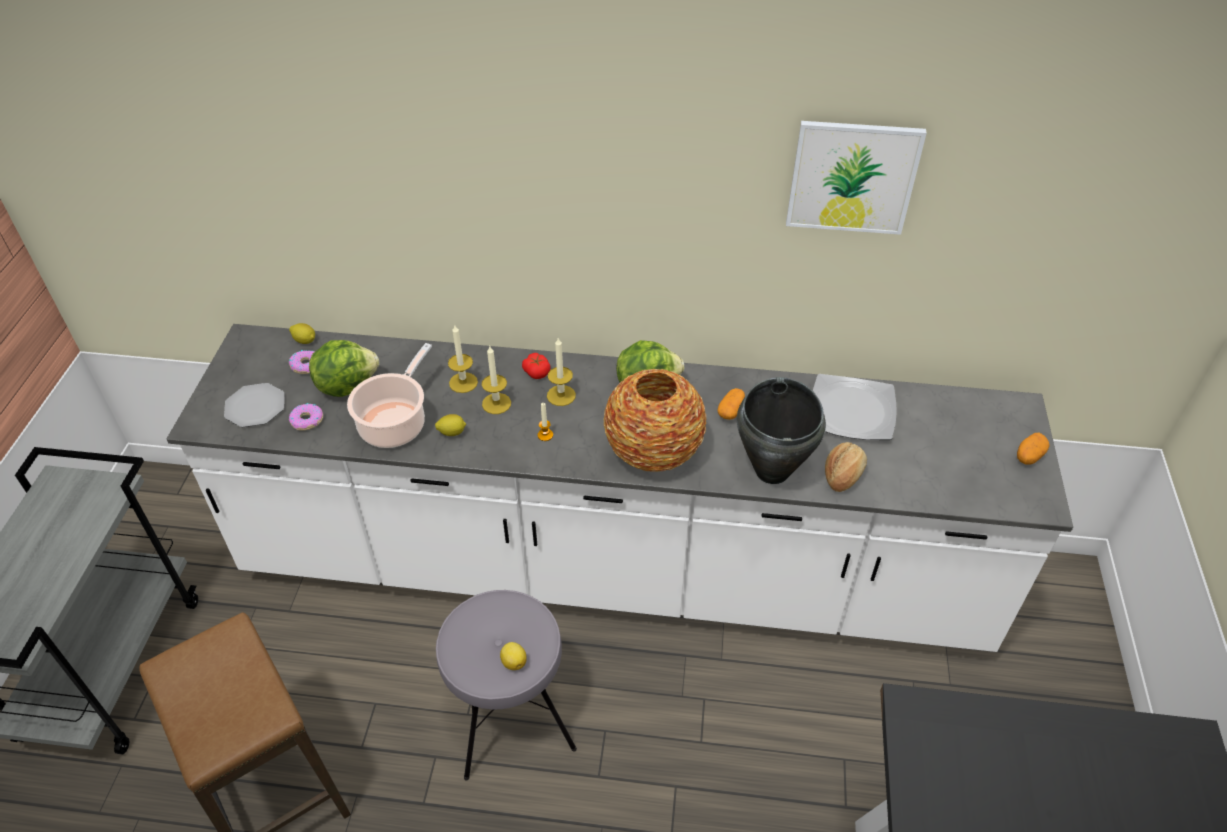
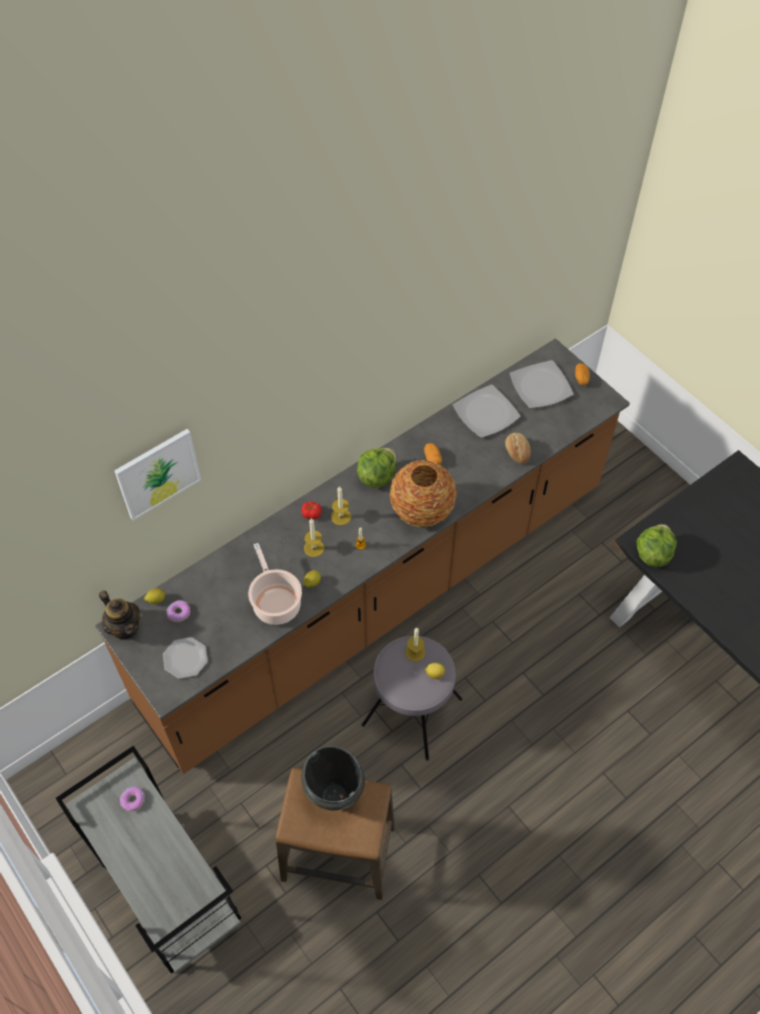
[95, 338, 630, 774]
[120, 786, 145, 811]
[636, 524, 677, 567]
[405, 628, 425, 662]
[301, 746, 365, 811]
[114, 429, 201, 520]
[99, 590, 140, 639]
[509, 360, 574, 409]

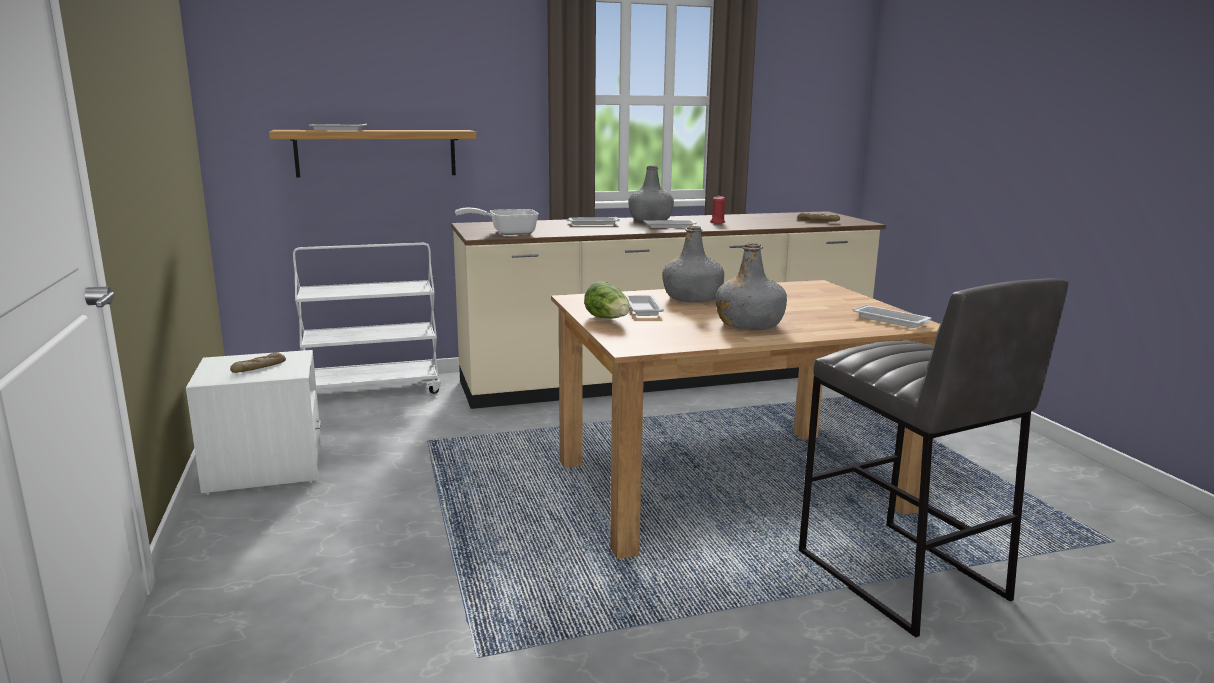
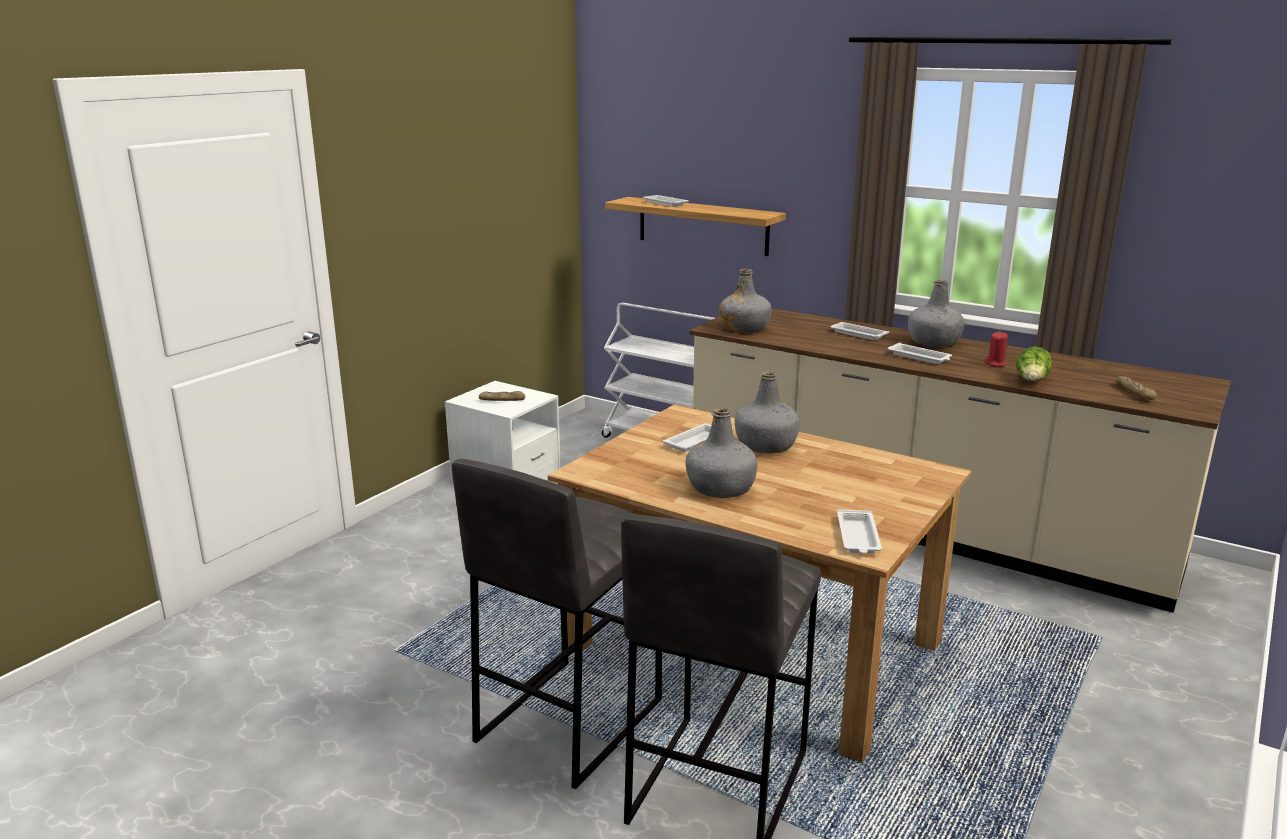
[719, 269, 772, 333]
[1016, 346, 1052, 381]
[452, 459, 662, 789]

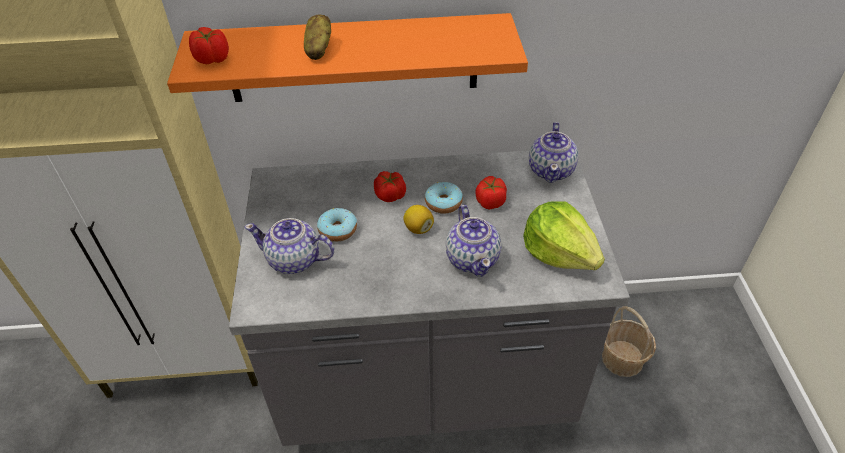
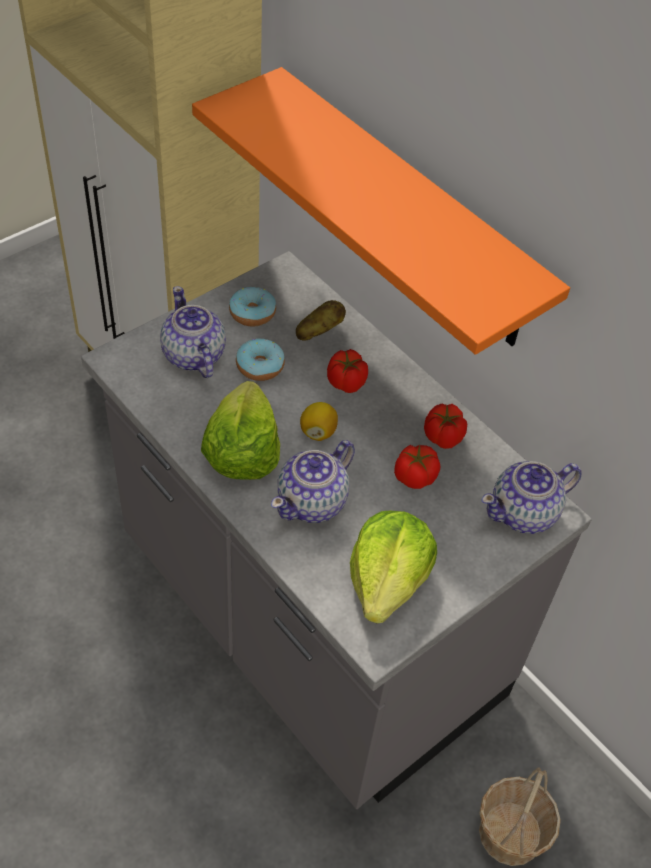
[424, 403, 467, 449]
[296, 300, 346, 340]
[229, 287, 276, 326]
[201, 381, 280, 480]

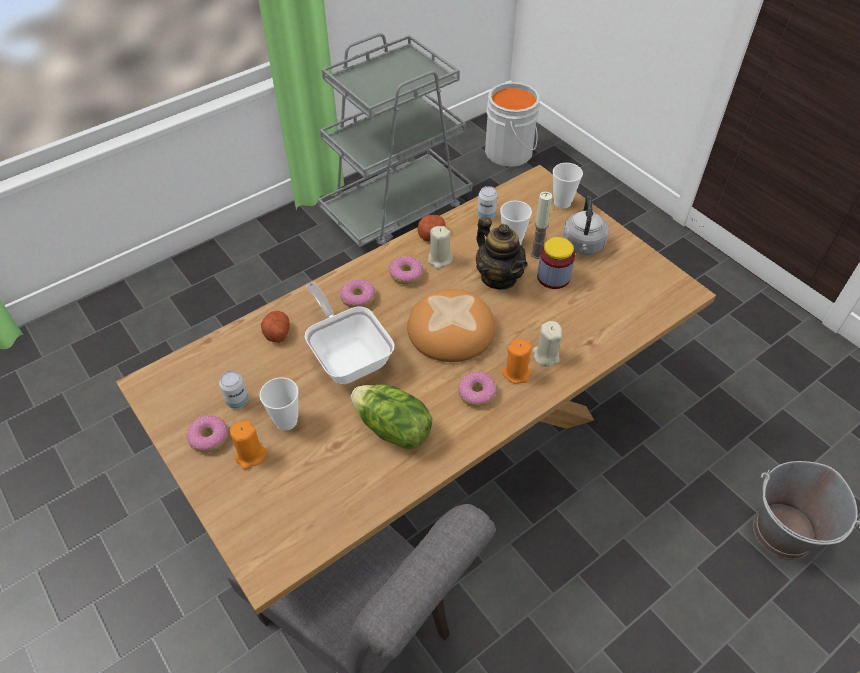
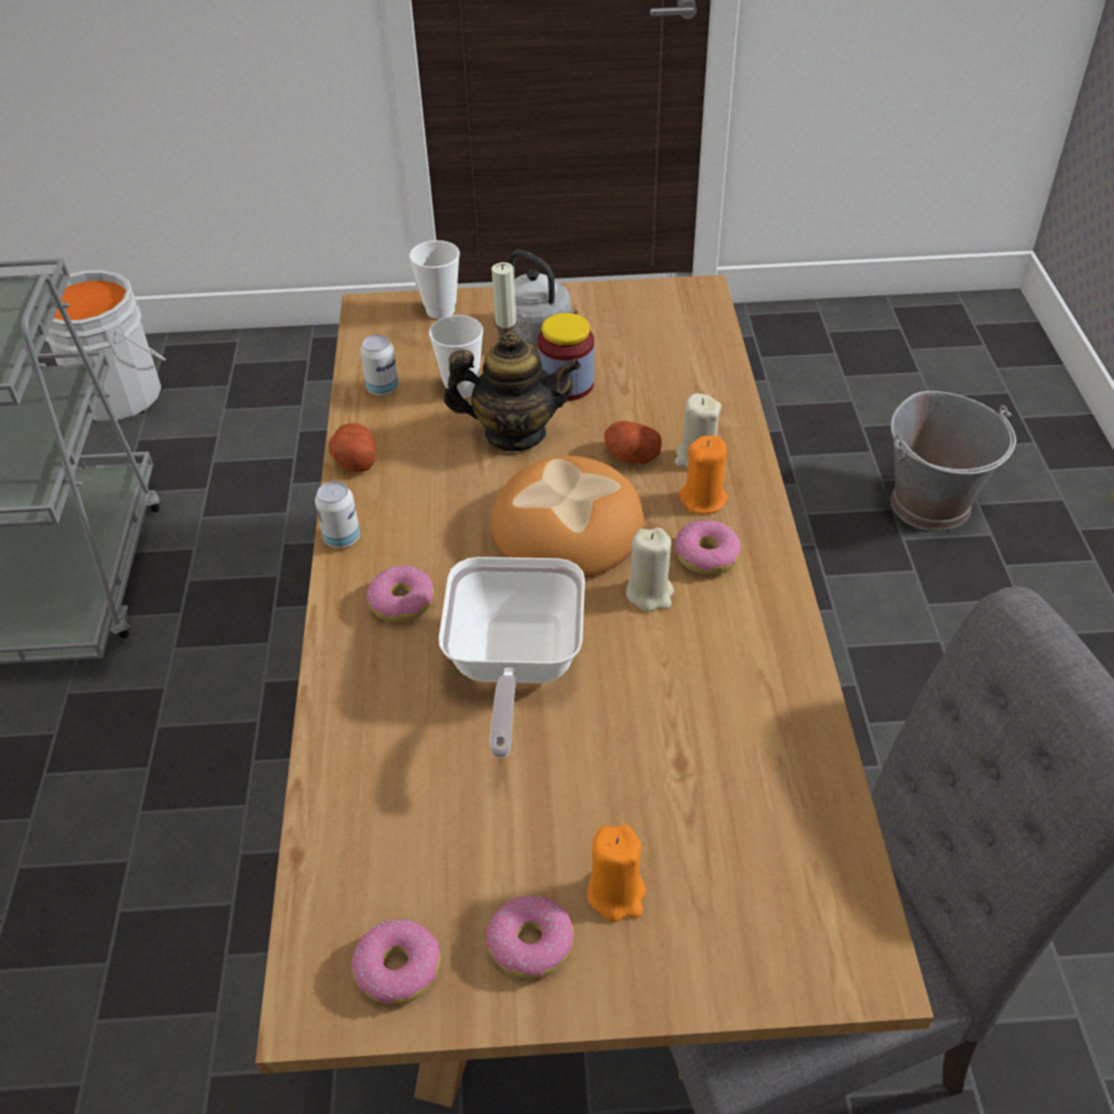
[315, 481, 360, 548]
[259, 377, 299, 431] (first image)
[604, 421, 662, 464]
[439, 557, 585, 758]
[351, 384, 432, 449] (first image)
[351, 919, 441, 1005]
[626, 528, 674, 612]

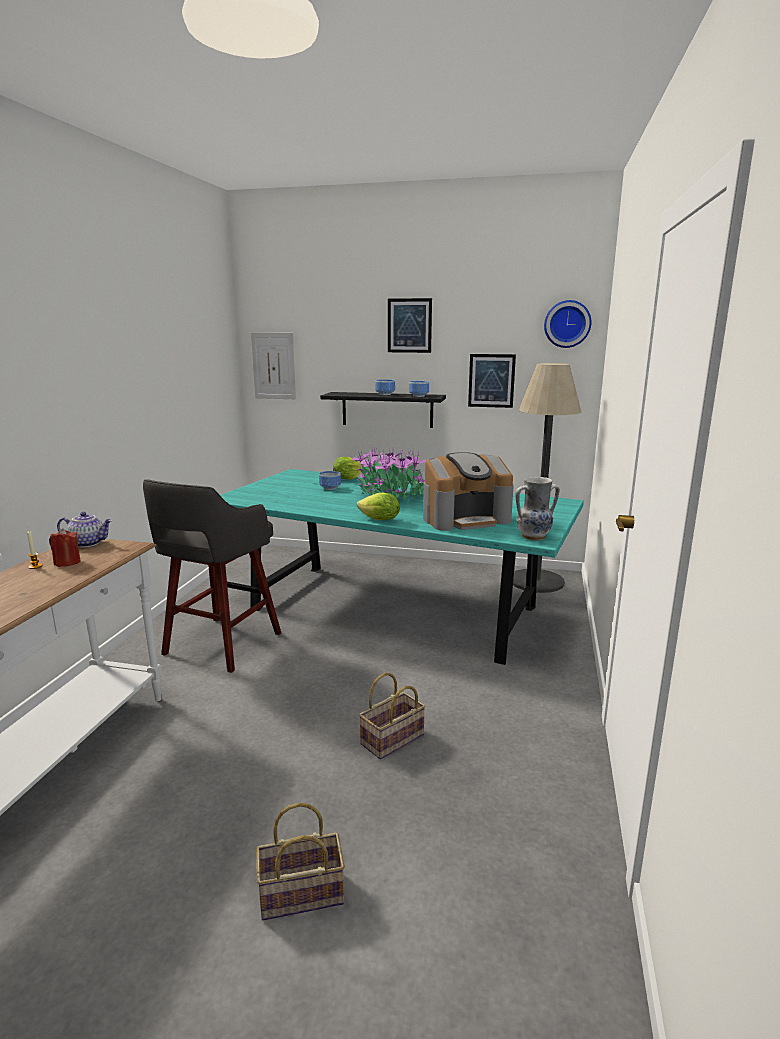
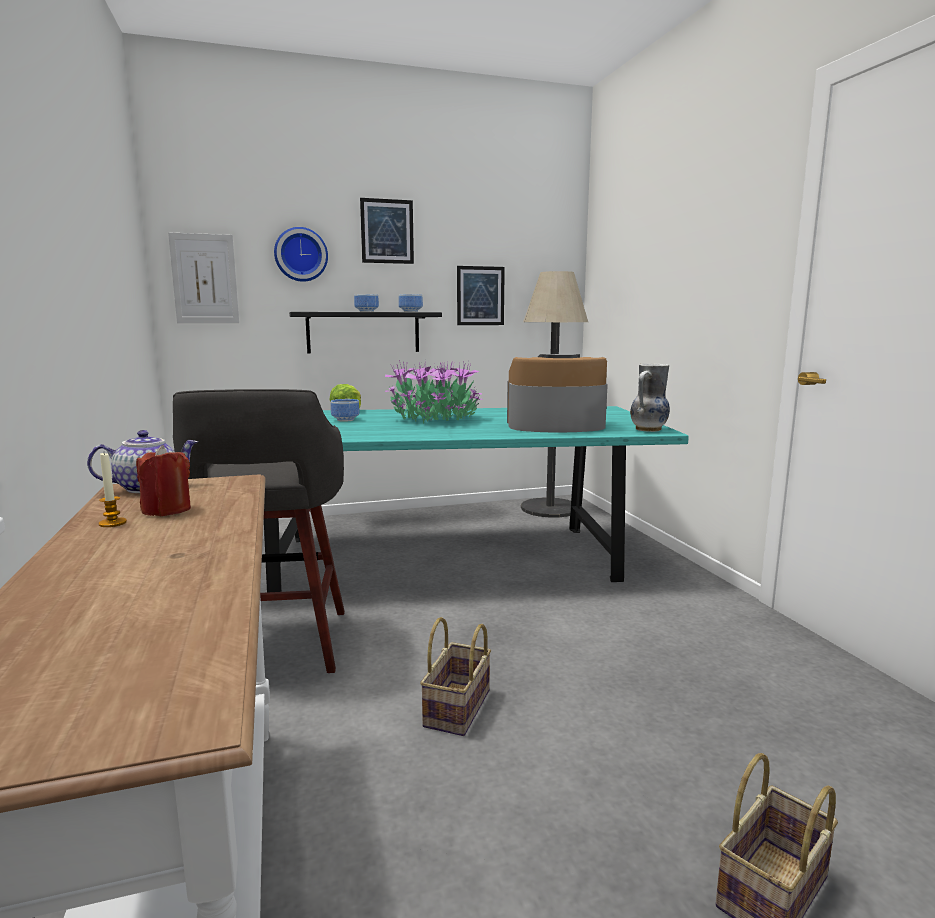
[357, 492, 400, 520] (first image)
[420, 617, 491, 736]
[507, 354, 608, 432]
[274, 227, 328, 282]

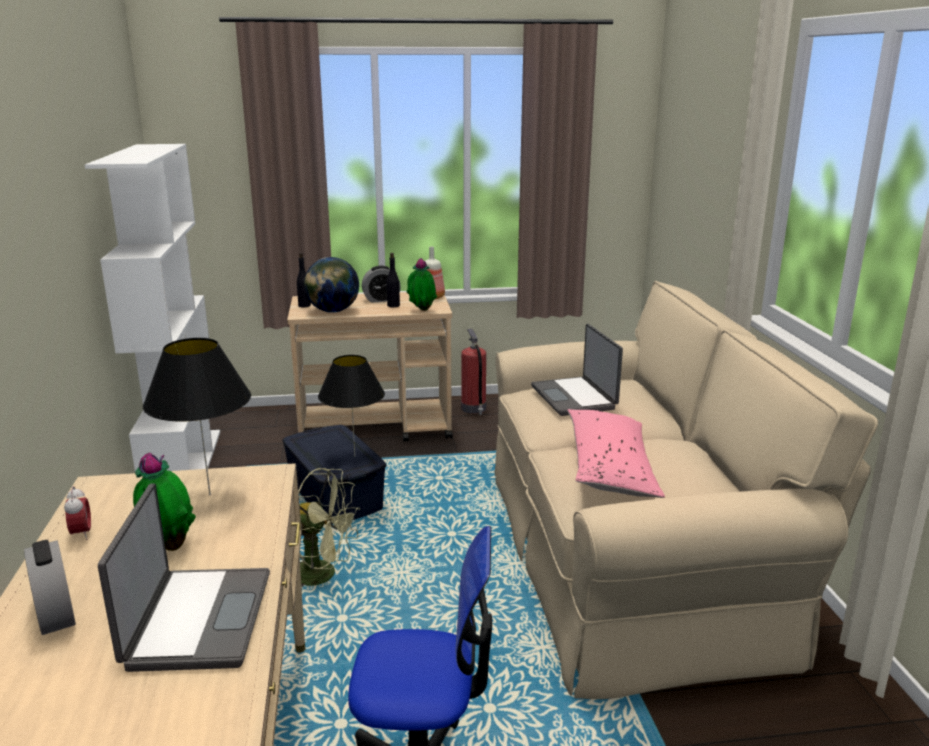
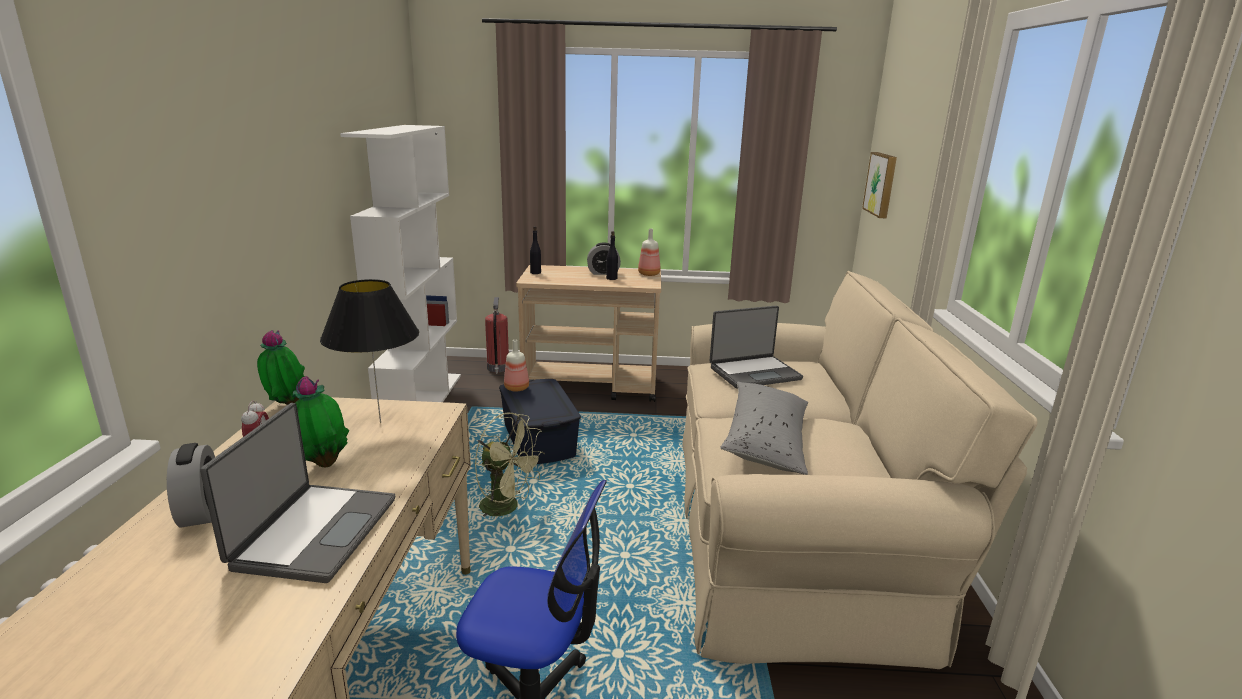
[304, 257, 359, 313] (first image)
[318, 355, 385, 457] (first image)
[257, 330, 305, 405]
[485, 297, 509, 374]
[710, 306, 803, 389]
[720, 382, 808, 475]
[504, 340, 529, 392]
[862, 152, 897, 218]

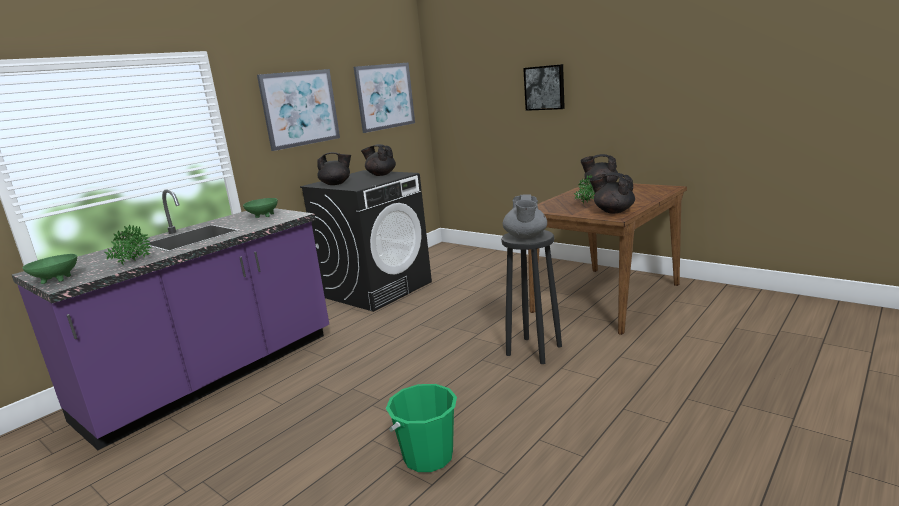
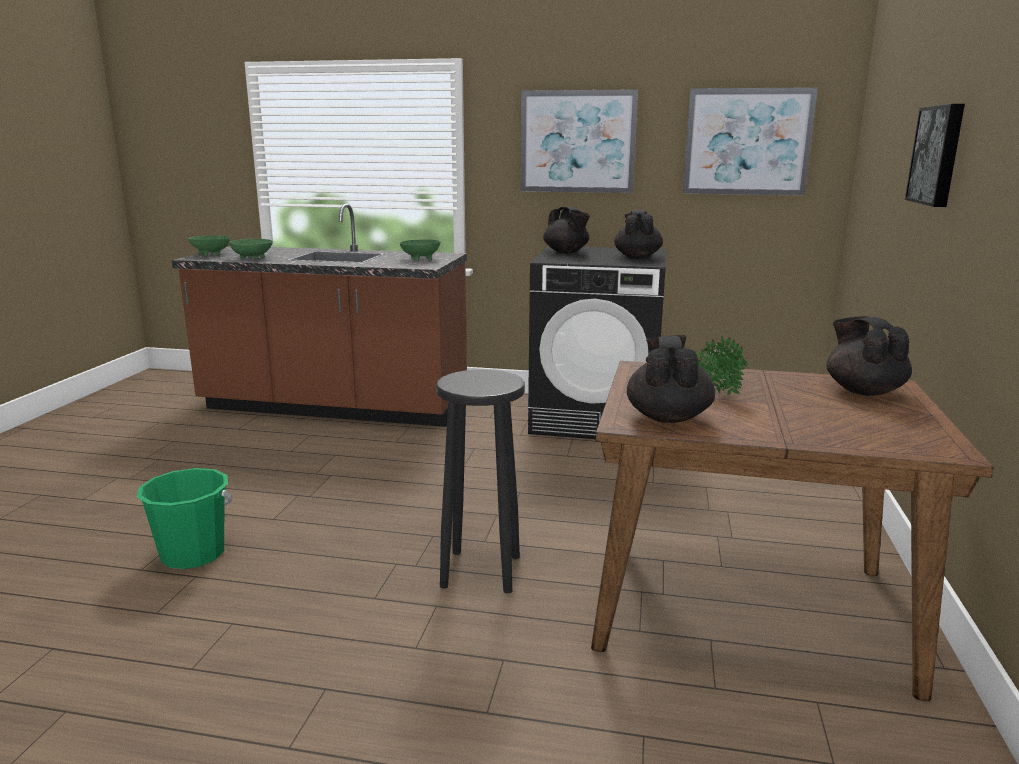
[172, 203, 467, 427]
[229, 239, 273, 259]
[503, 194, 547, 239] (first image)

